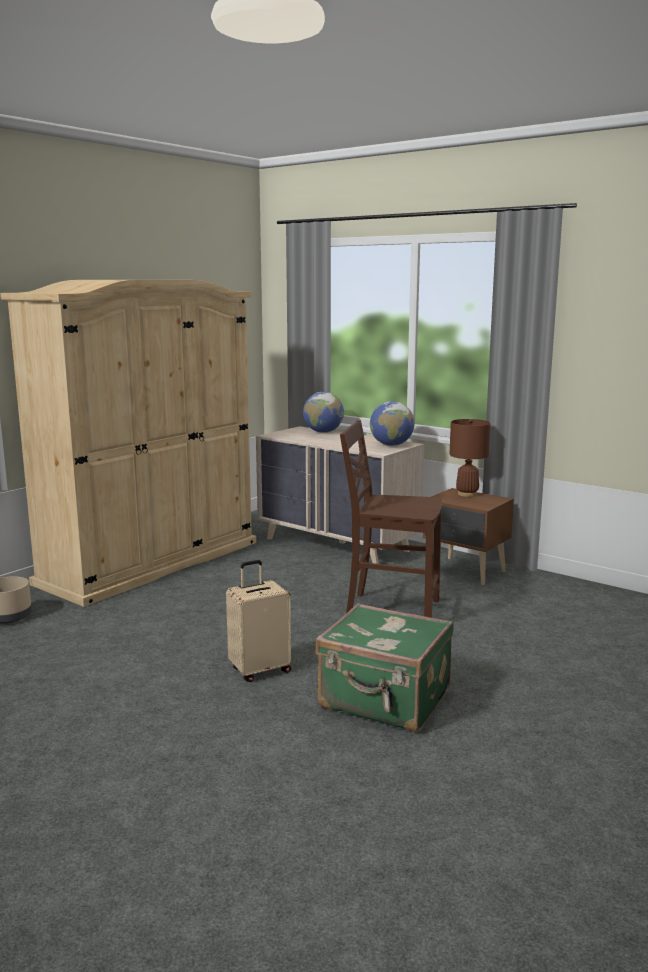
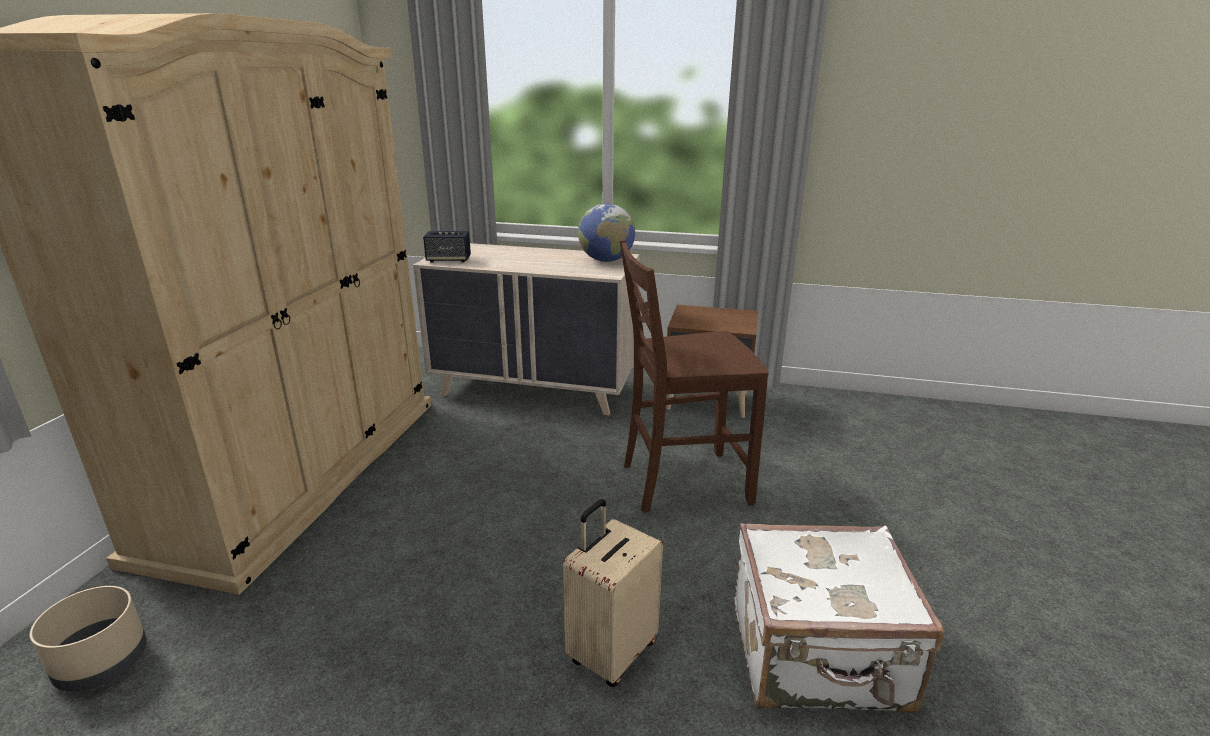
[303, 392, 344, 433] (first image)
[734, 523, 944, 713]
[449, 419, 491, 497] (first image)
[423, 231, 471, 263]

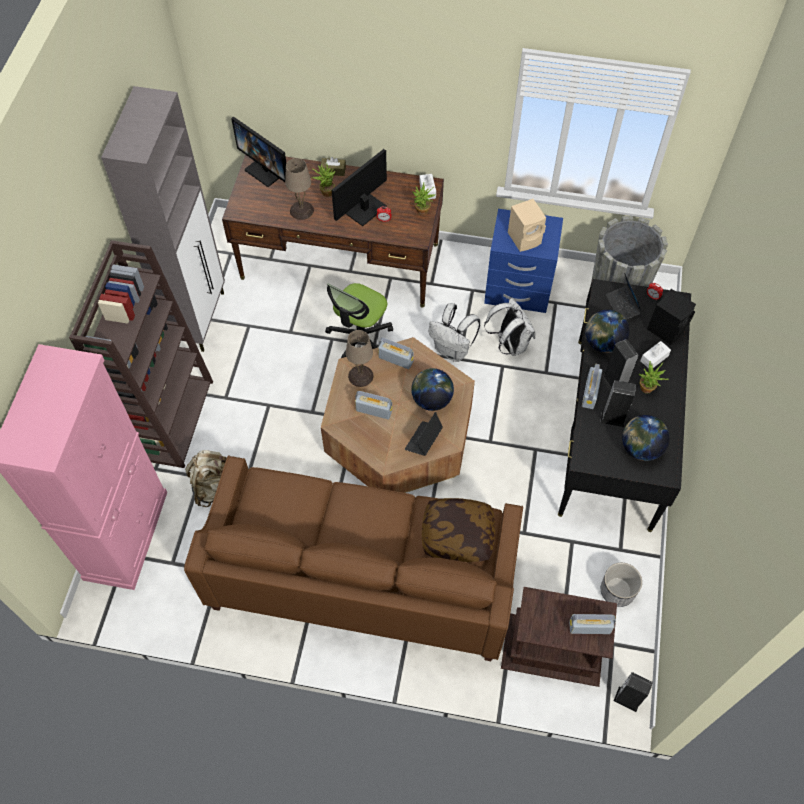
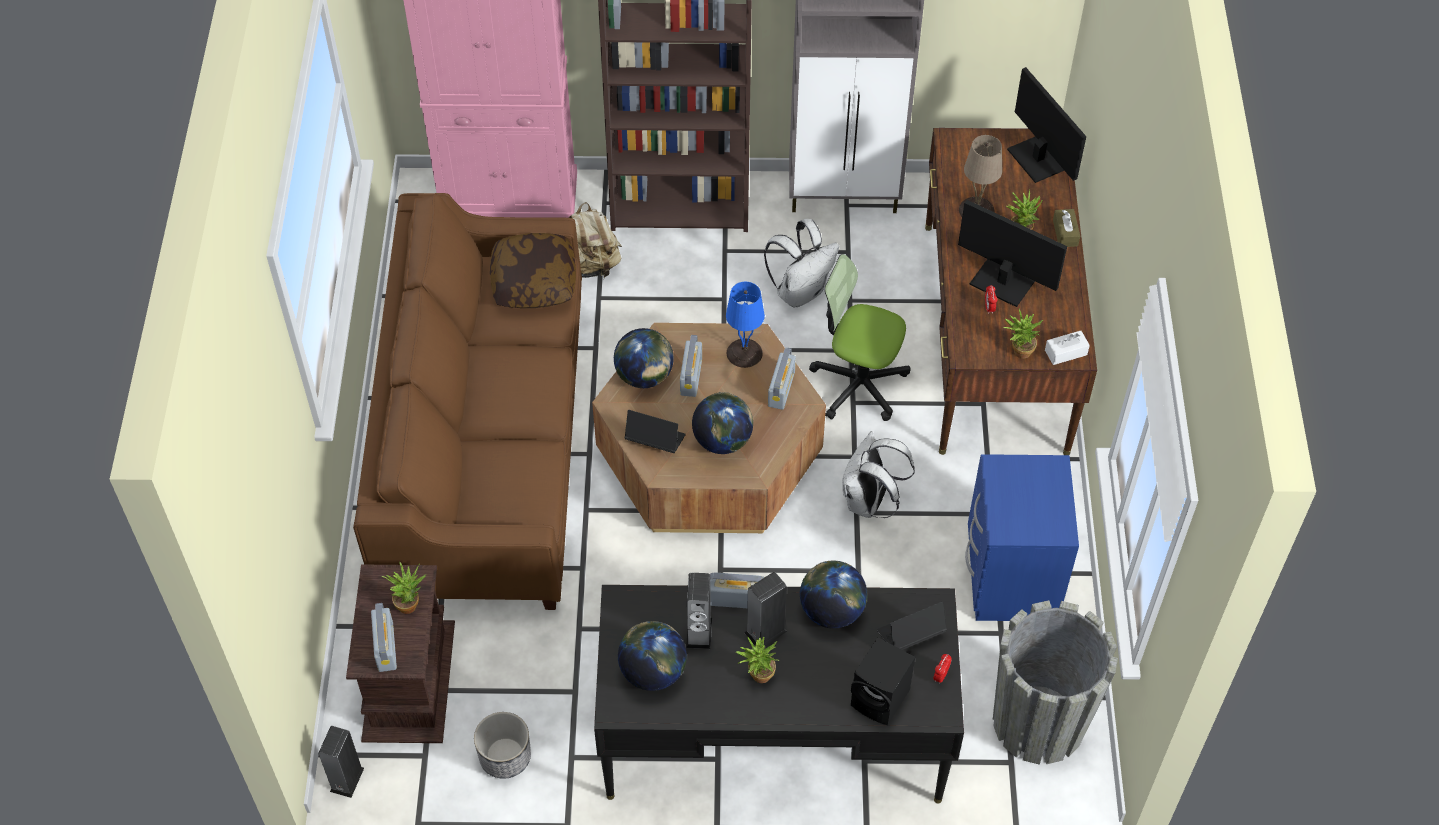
[1007, 67, 1086, 183]
[726, 282, 765, 368]
[490, 233, 576, 308]
[764, 219, 839, 307]
[508, 199, 546, 252] (first image)
[640, 341, 671, 368] (first image)
[382, 562, 426, 614]
[614, 328, 674, 388]

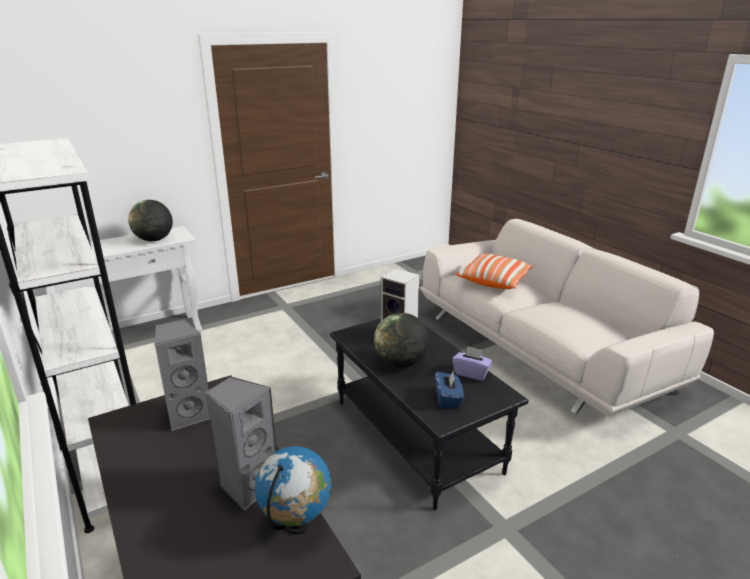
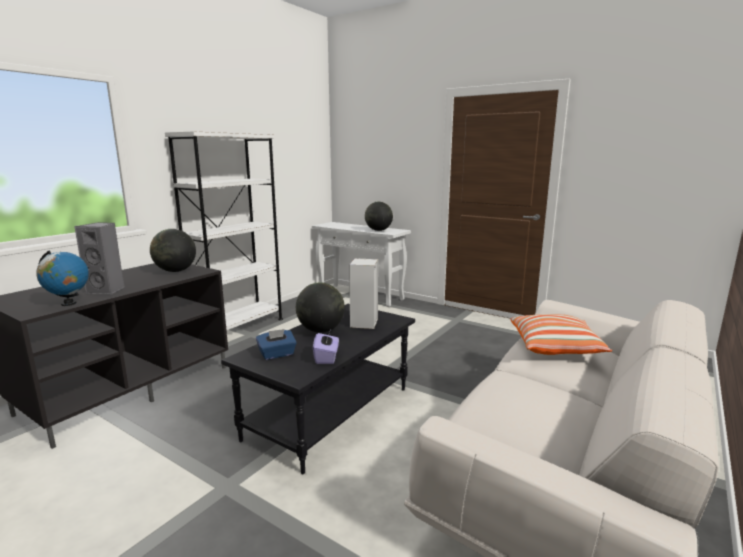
[150, 229, 196, 272]

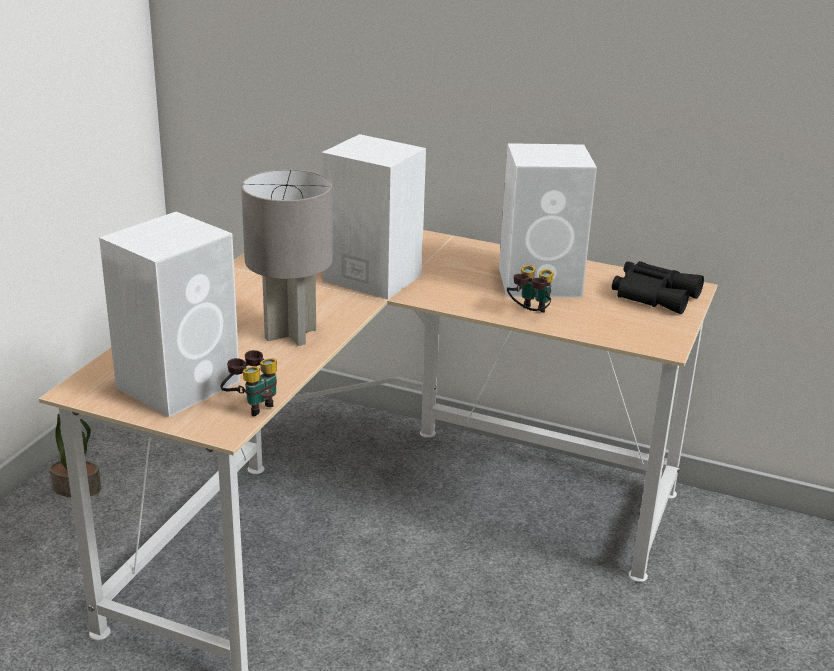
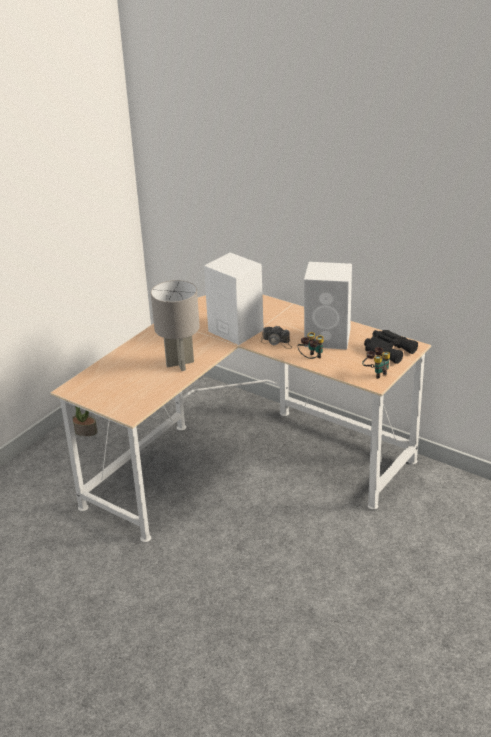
[99, 211, 240, 417] (first image)
[362, 347, 390, 379]
[261, 326, 292, 349]

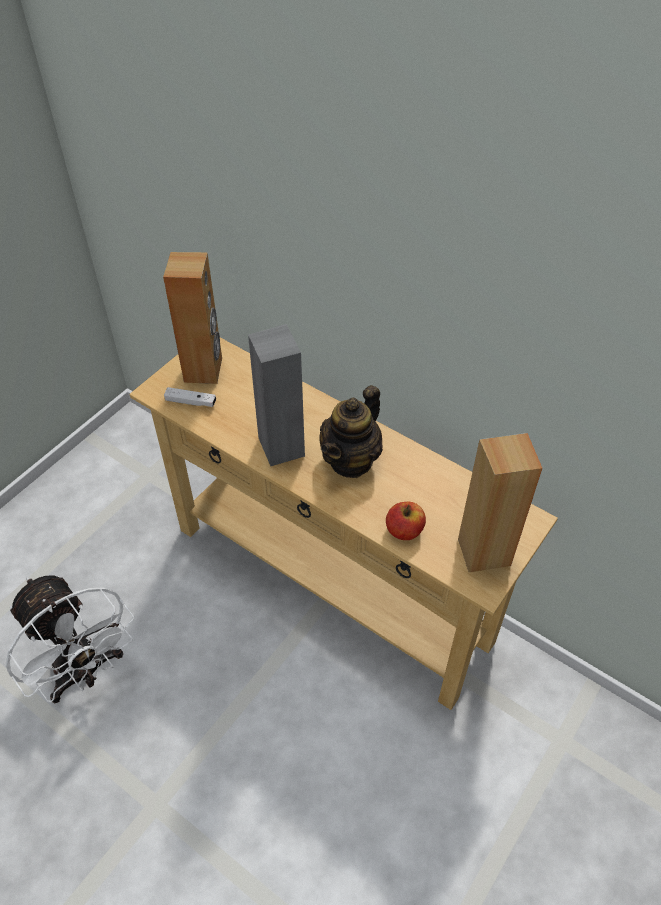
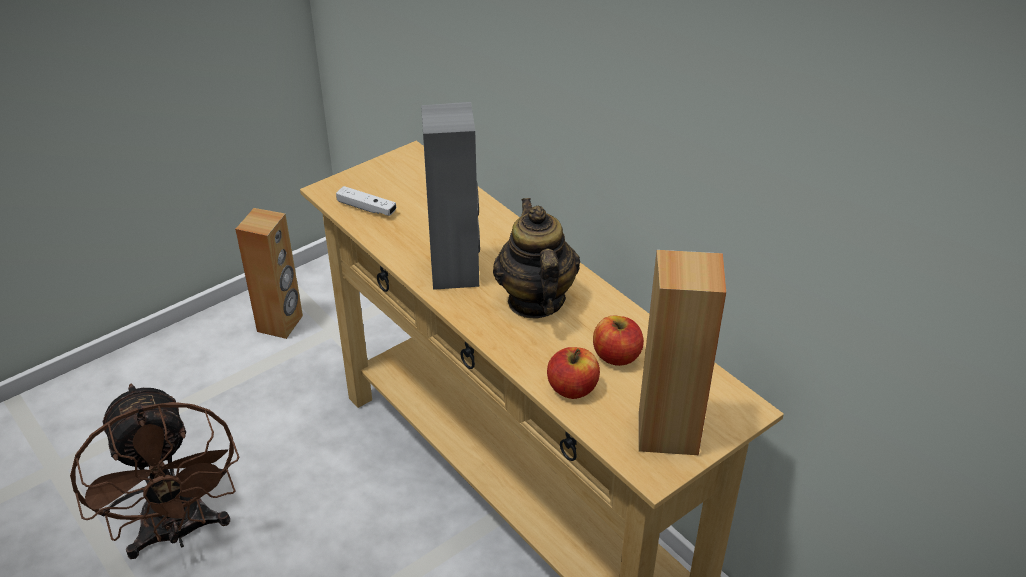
[70, 384, 239, 559]
[235, 208, 303, 339]
[493, 198, 580, 318]
[593, 316, 644, 366]

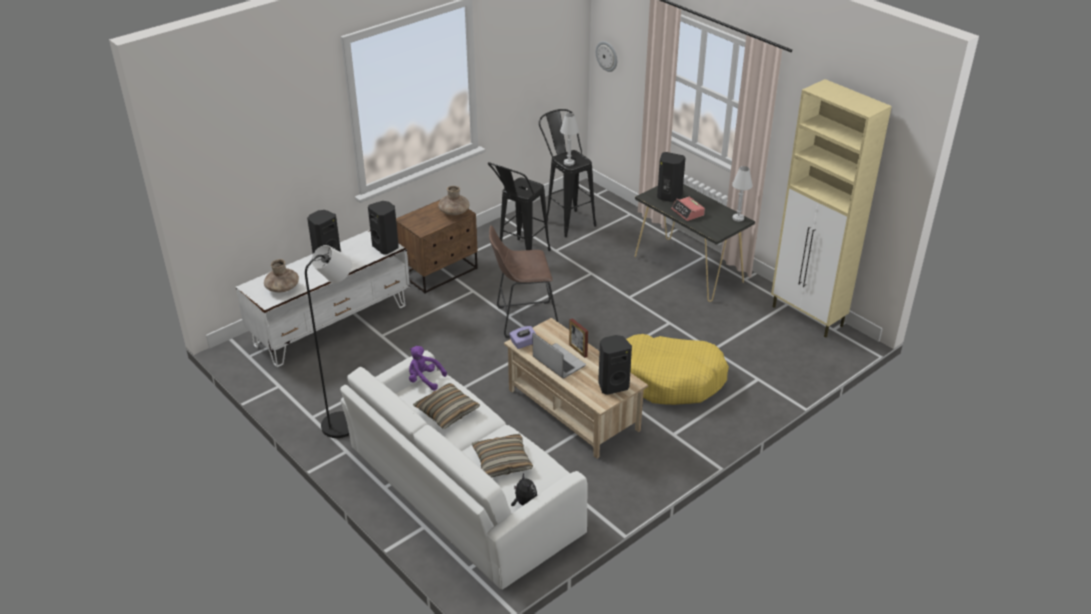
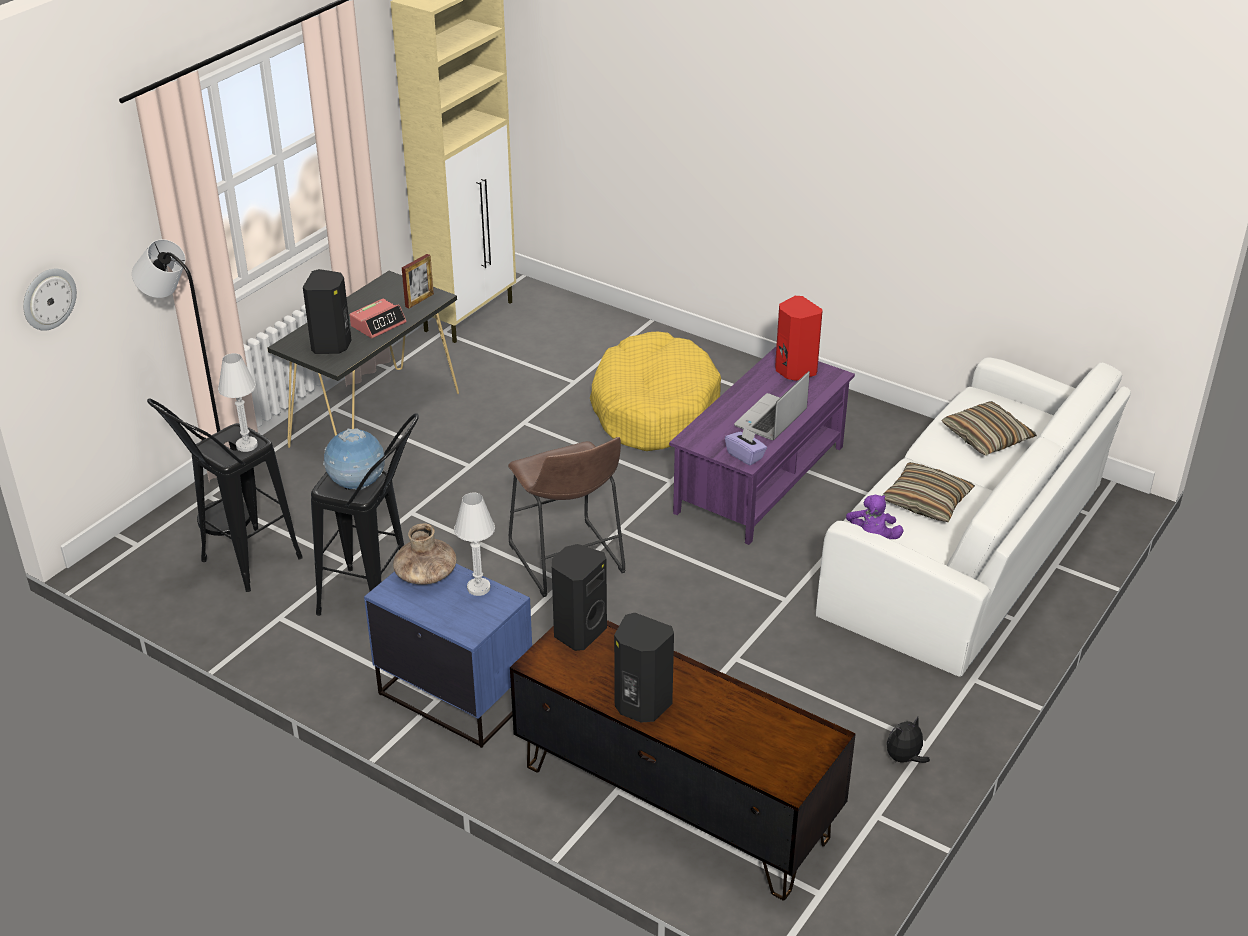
[510, 620, 856, 900]
[264, 259, 299, 292] (first image)
[132, 239, 251, 536]
[364, 564, 532, 748]
[669, 347, 855, 545]
[887, 717, 930, 763]
[402, 254, 434, 309]
[775, 296, 823, 381]
[454, 493, 495, 596]
[323, 428, 385, 490]

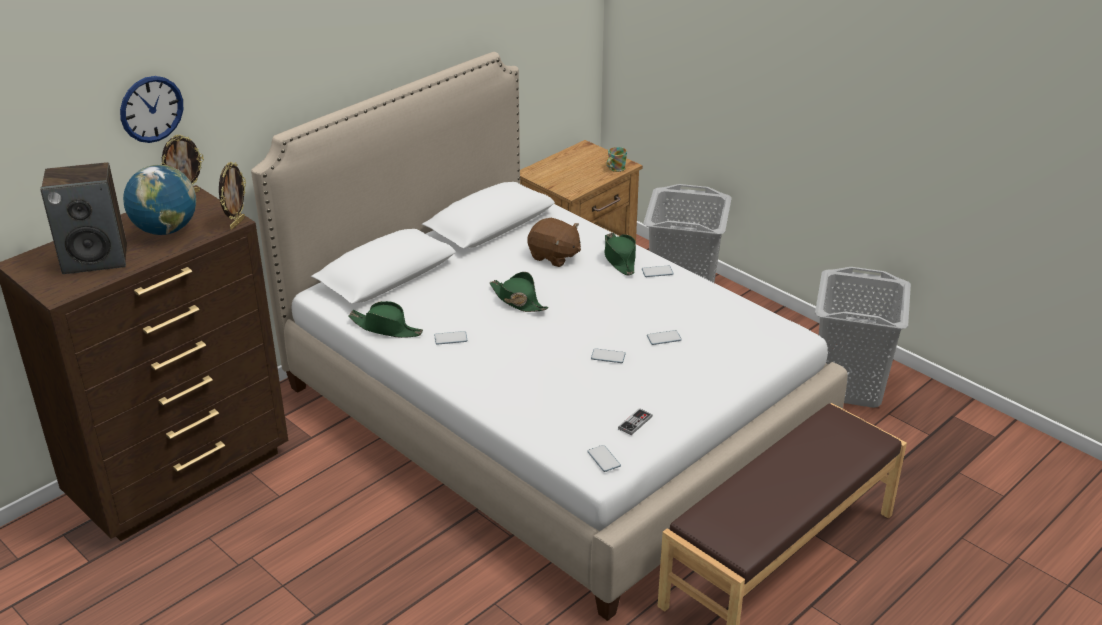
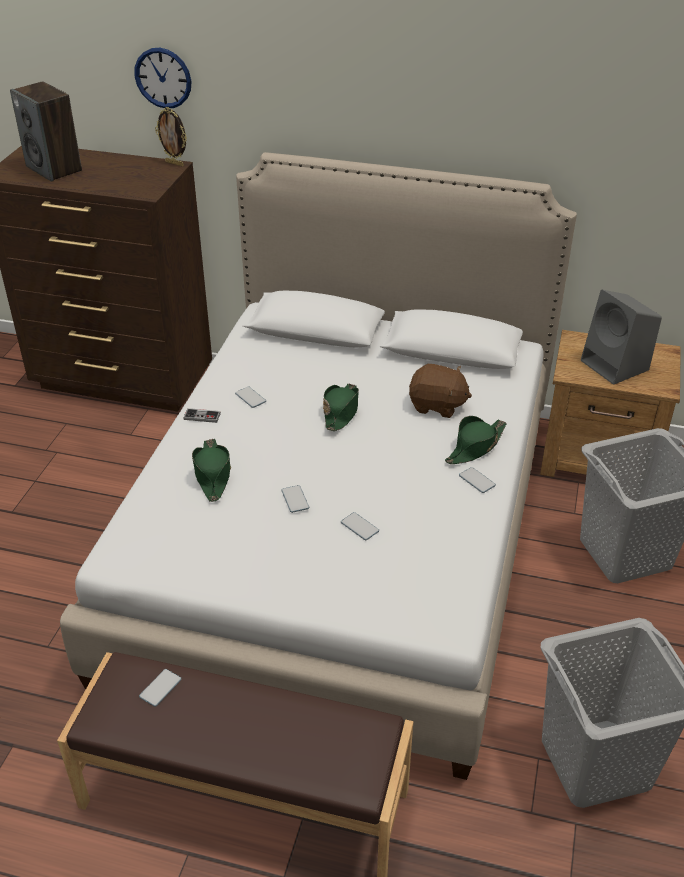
[123, 165, 196, 235] (first image)
[219, 162, 246, 230] (first image)
[192, 439, 231, 502]
[409, 364, 472, 418]
[139, 669, 182, 707]
[607, 147, 627, 172] (first image)
[183, 408, 221, 423]
[581, 290, 662, 385]

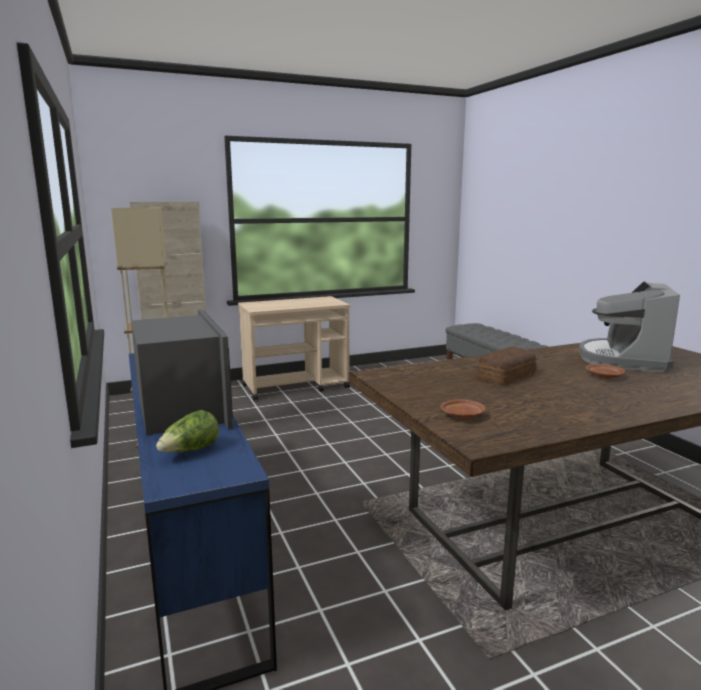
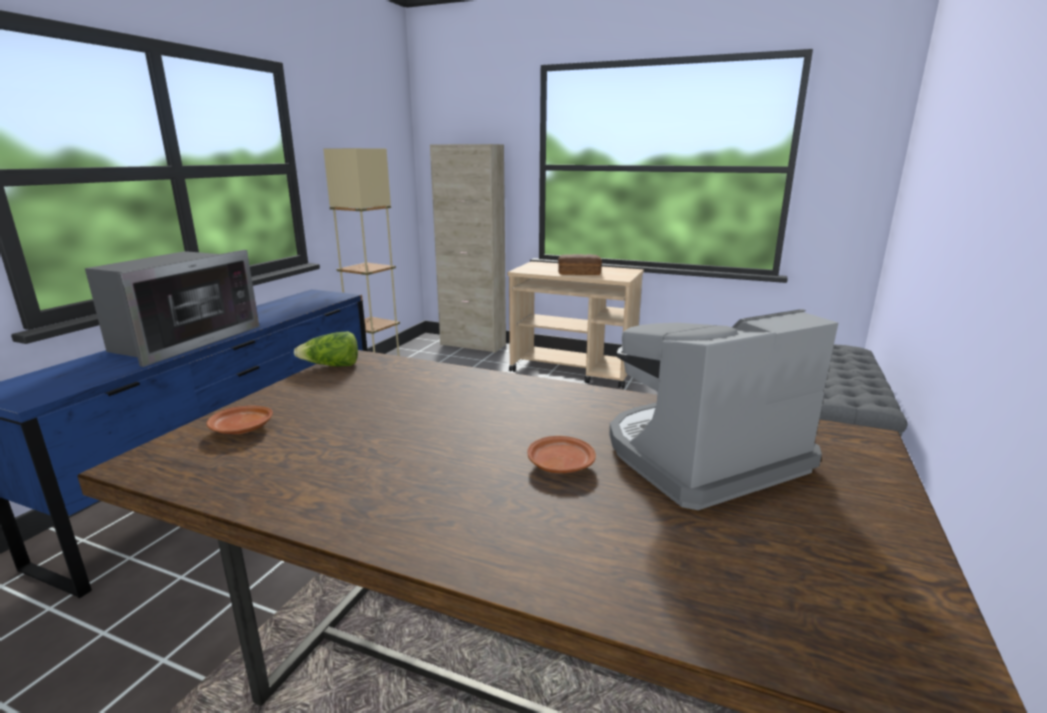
[294, 332, 358, 366]
[558, 254, 602, 275]

